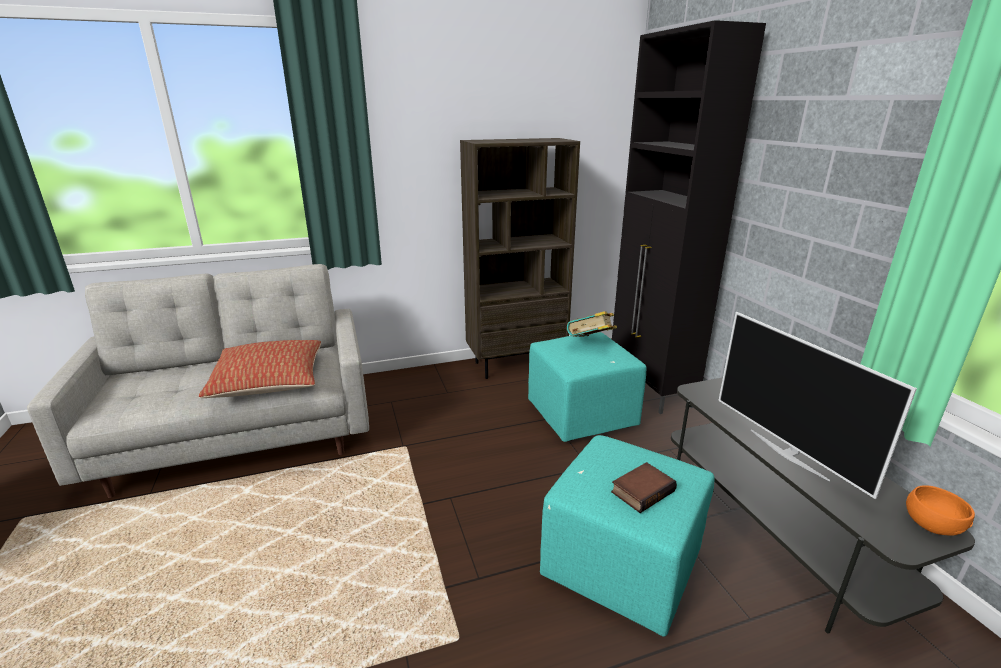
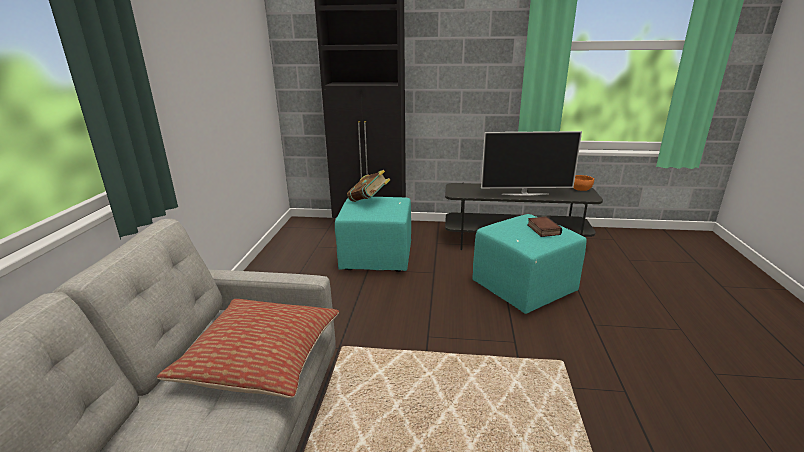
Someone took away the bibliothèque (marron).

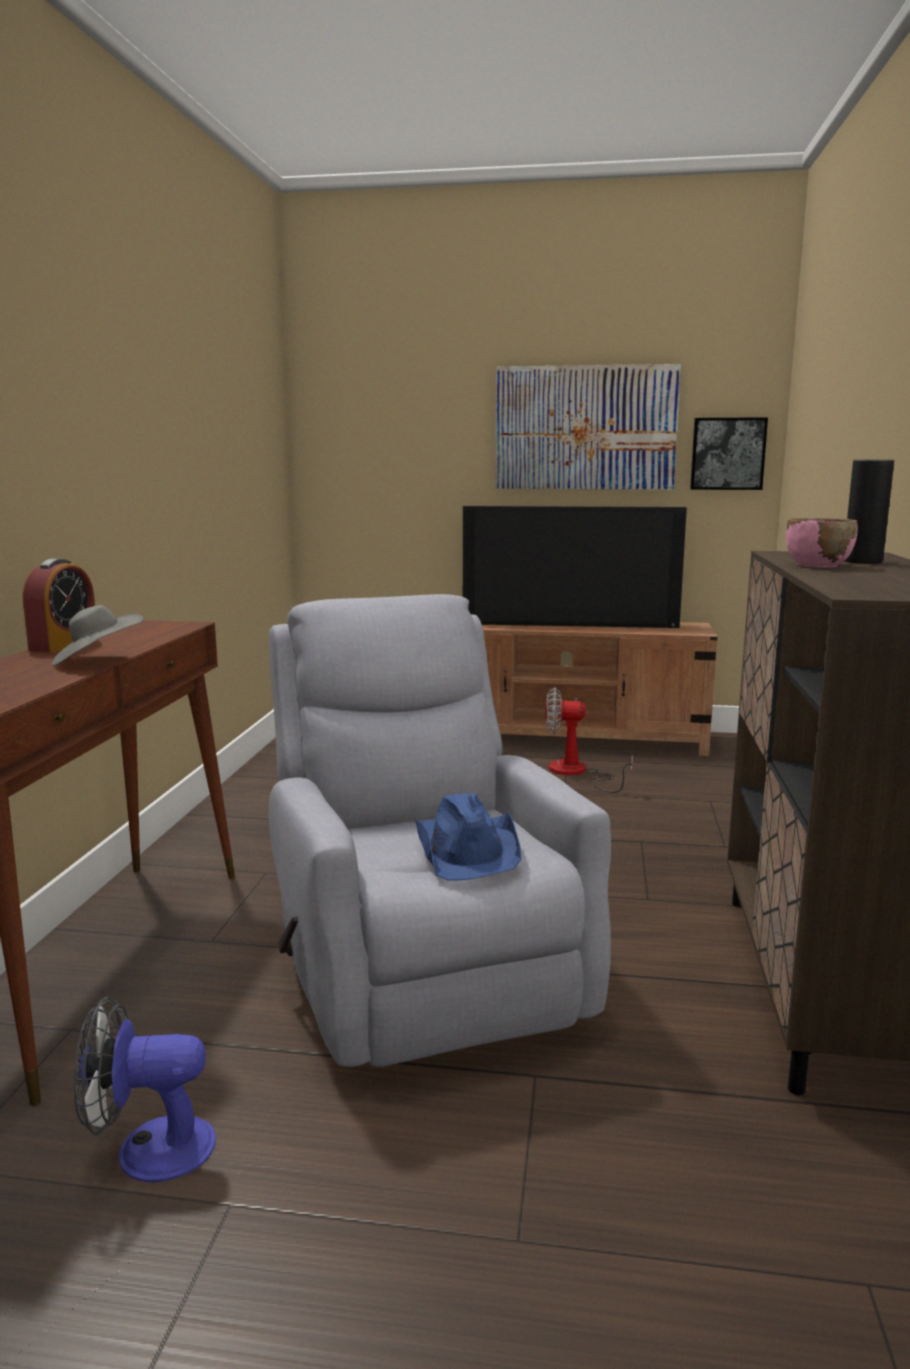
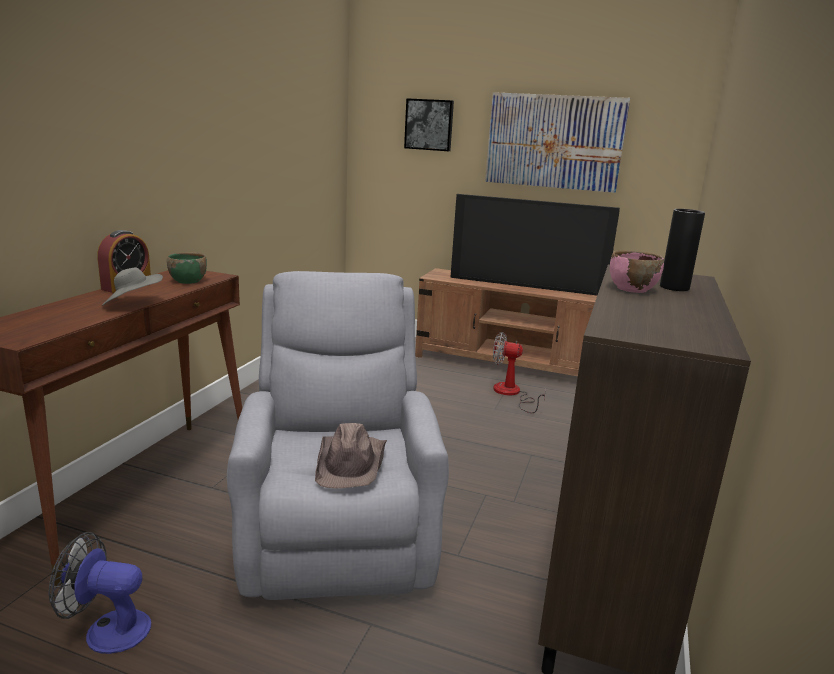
Someone put down the bol (vert). Someone carried the tableau (no. 2 from left in the first image). Someone repainted the chapeau (bleu), which became the chapeau (marron).

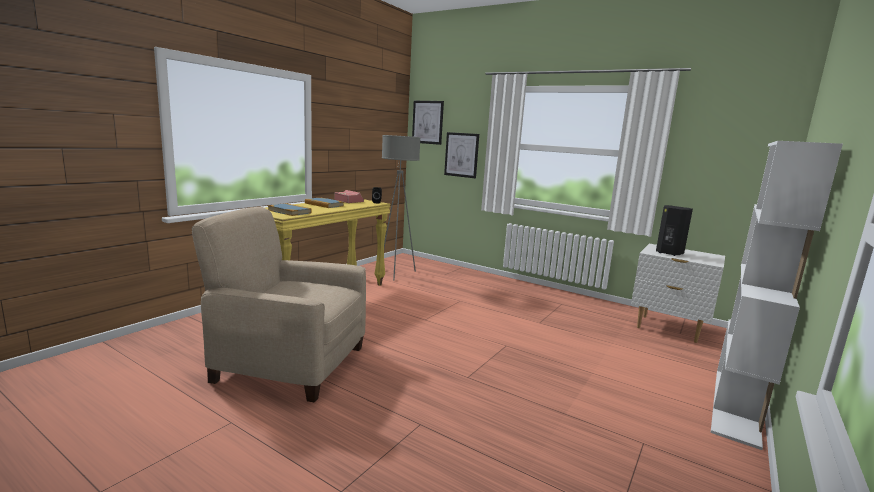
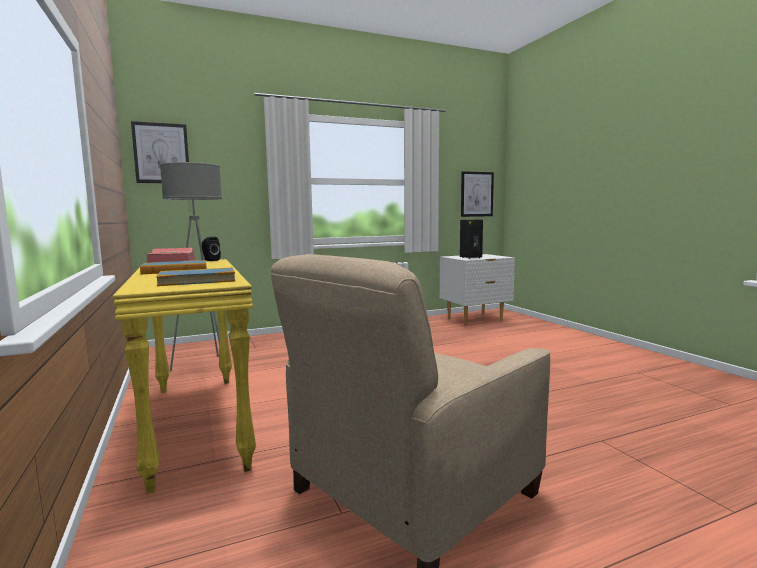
Someone took away the bibliothèque (blanc). Someone carried the tableau (no. 2 from left).

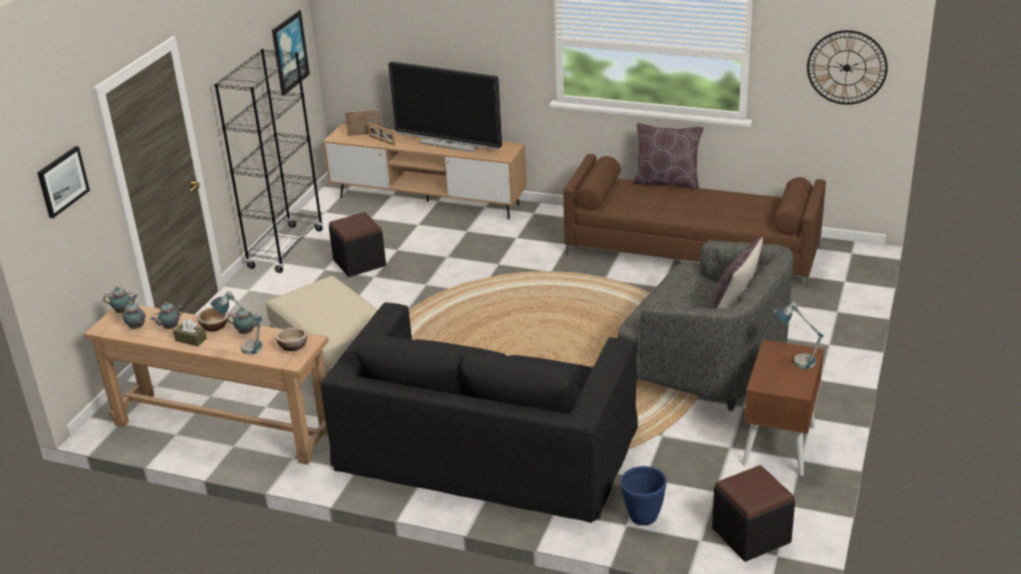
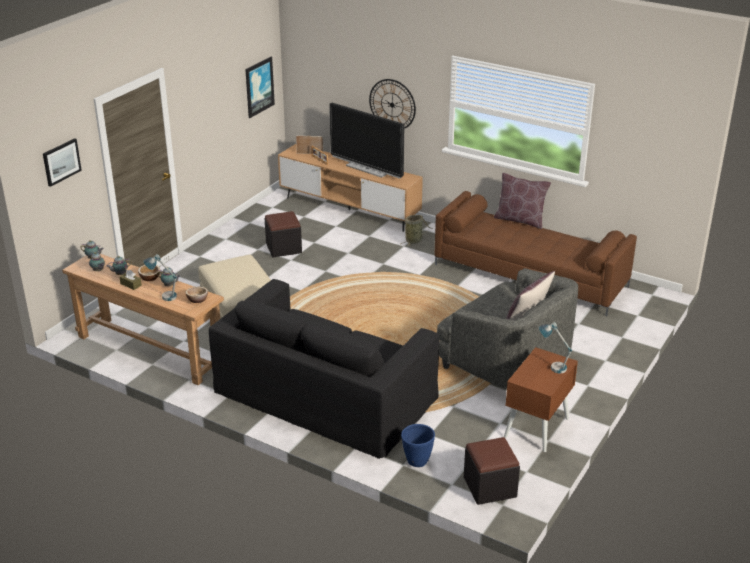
Someone took away the bibliothèque (noir). Someone put down the panier. Someone carried the horloge murale.

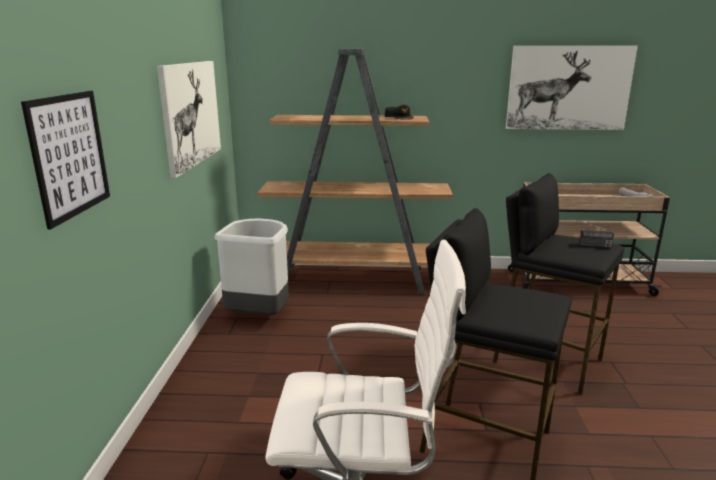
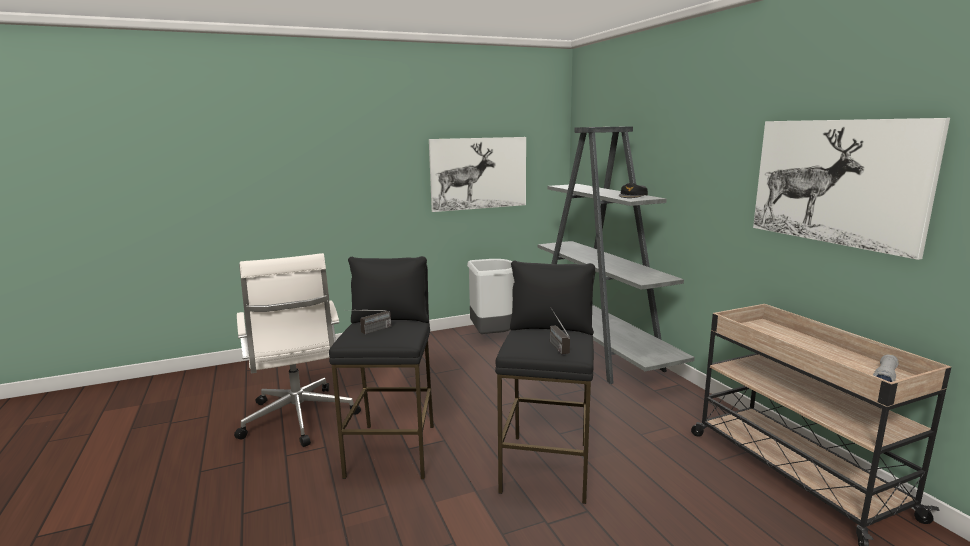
Someone took away the tableau (no. 1 from left). Someone put down the radio (no. 1 from left). Someone repainted the bibliothèque (marron), which became the bibliothèque (gris).

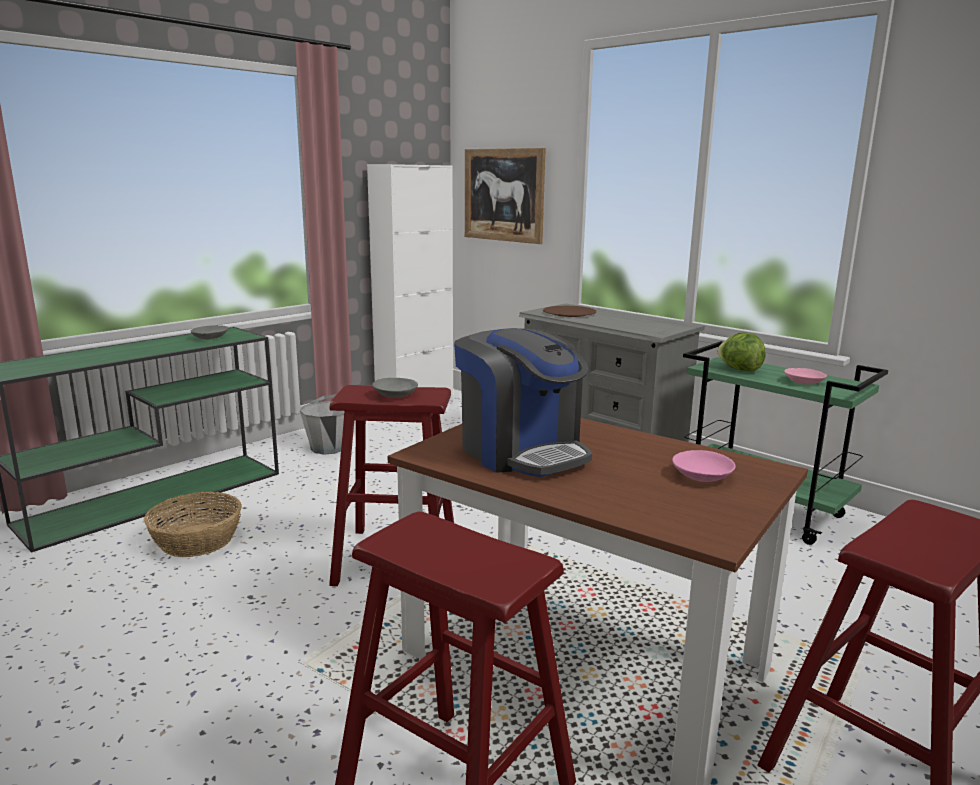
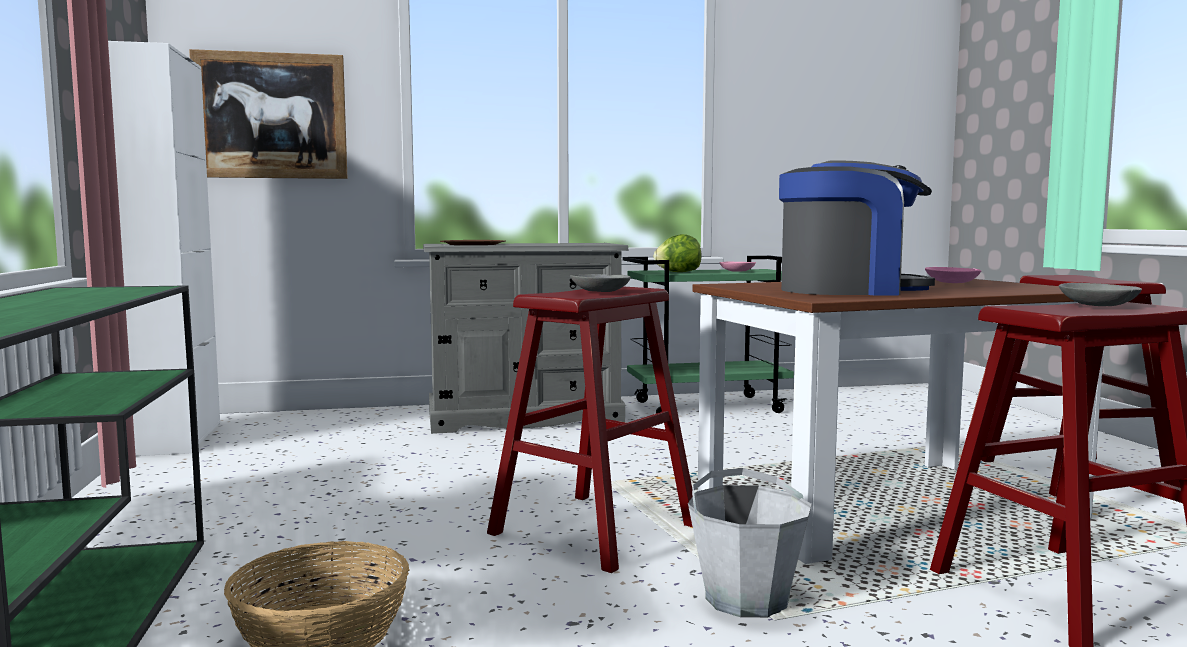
Someone carried the bol (gris) (no. 1 from left in the first image). Someone carried the seau (gris).

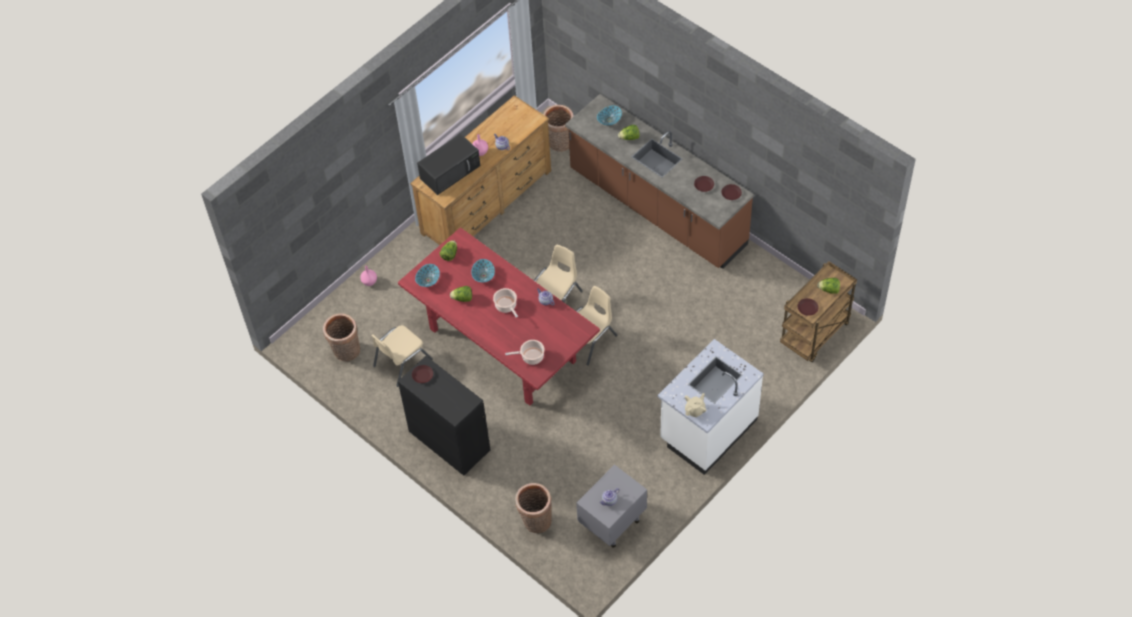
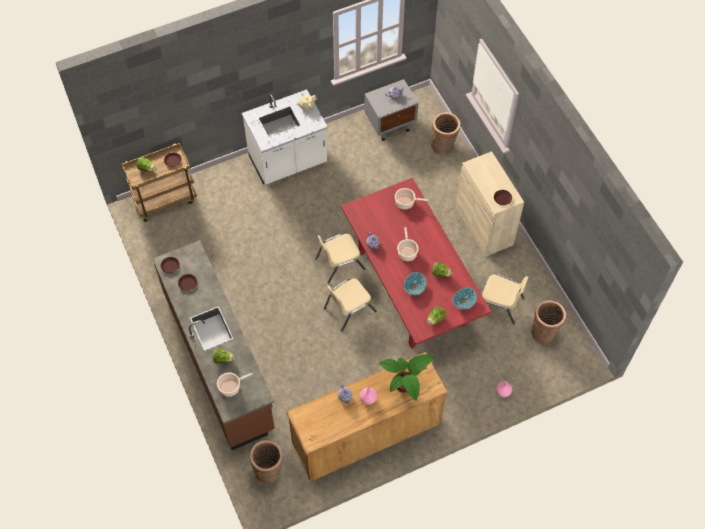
Someone swapped the micro-ondes (noir) for the plante en pot. Someone swapped the bol (no. 3 from left) for the marmite (no. 1 from left). Someone repainted the meuble de rangement (noir), which became the meuble de rangement (beige). Someone rotated the chaise (beige) (no. 1 from left in the first image) by 45 degrees clockwise.

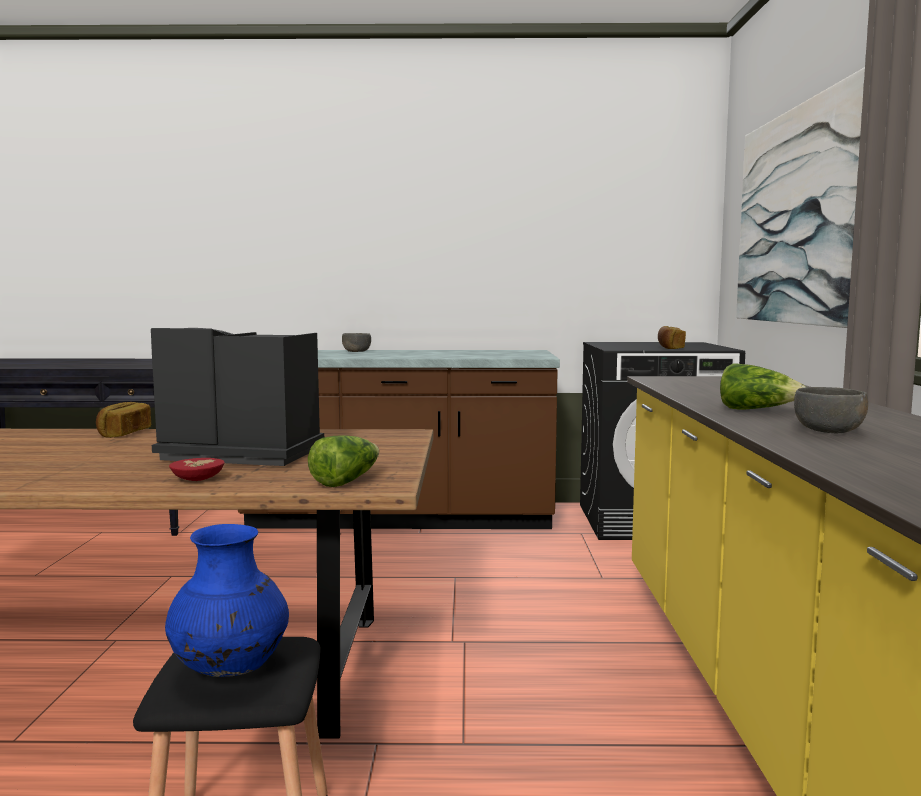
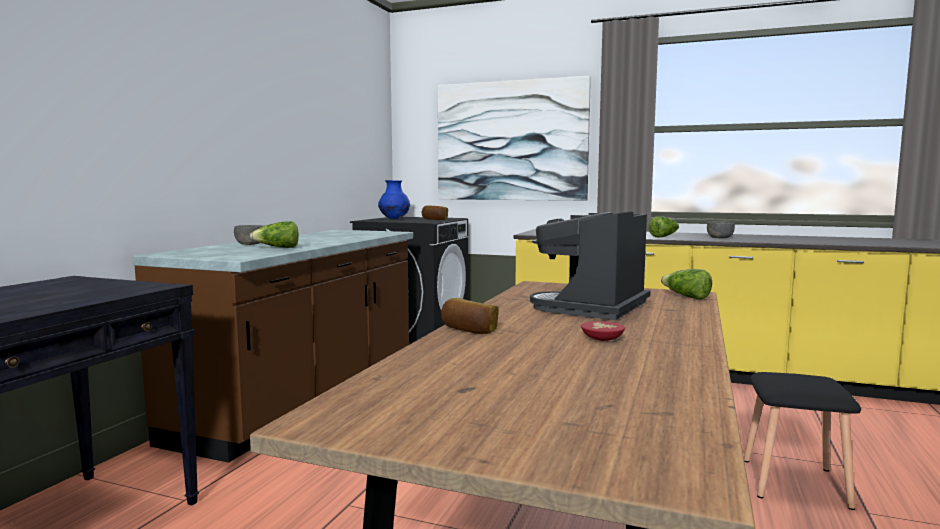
Someone put down the laitue (no. 1 from left). Someone carried the vase (bleu). Someone carried the bol (rouge).

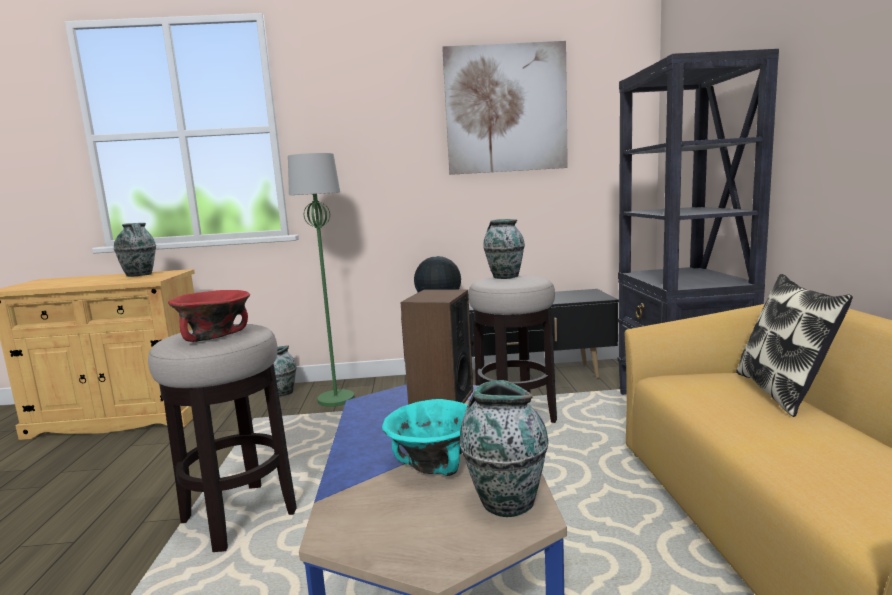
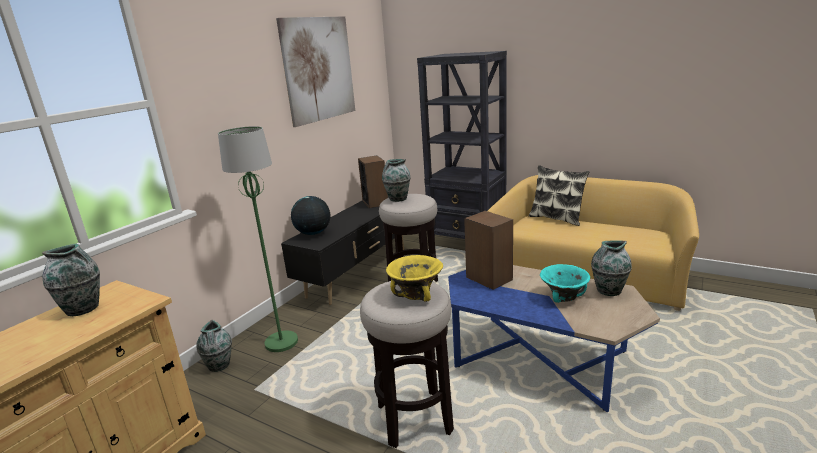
Someone put down the enceinte (no. 1 from left). Someone repainted the bol (rouge), which became the bol (jaune).

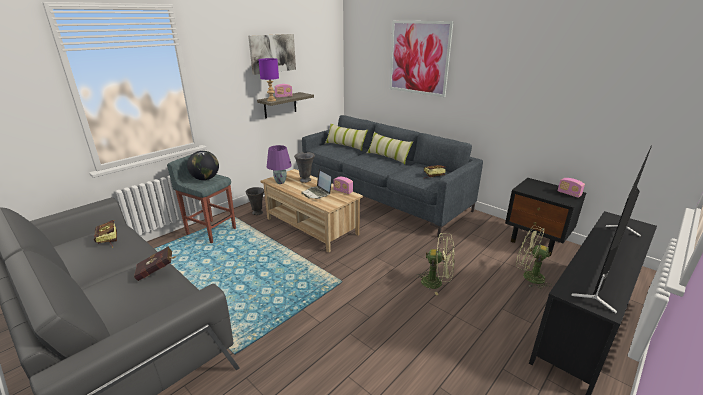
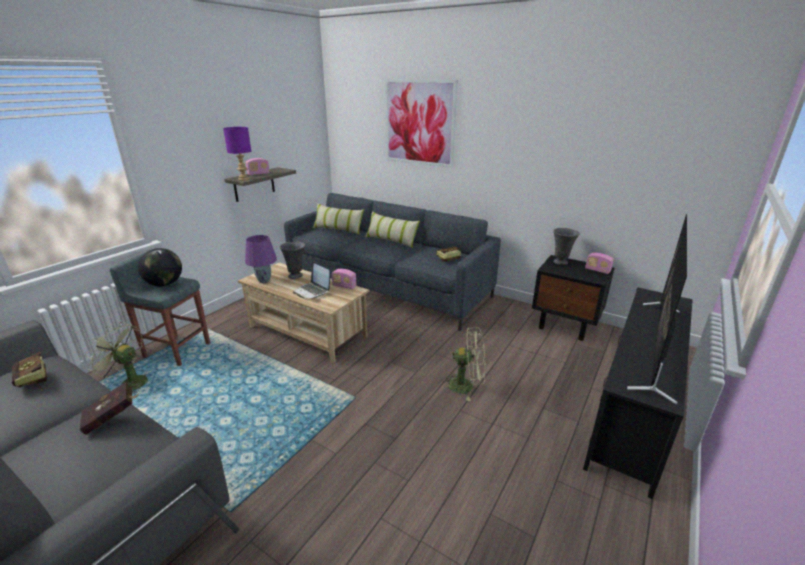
Someone took away the tableau (no. 1 from left). Someone carried the vase (gris) (no. 1 from left in the first image). Someone carried the ventilateur (vert) (no. 2 from left in the first image).

